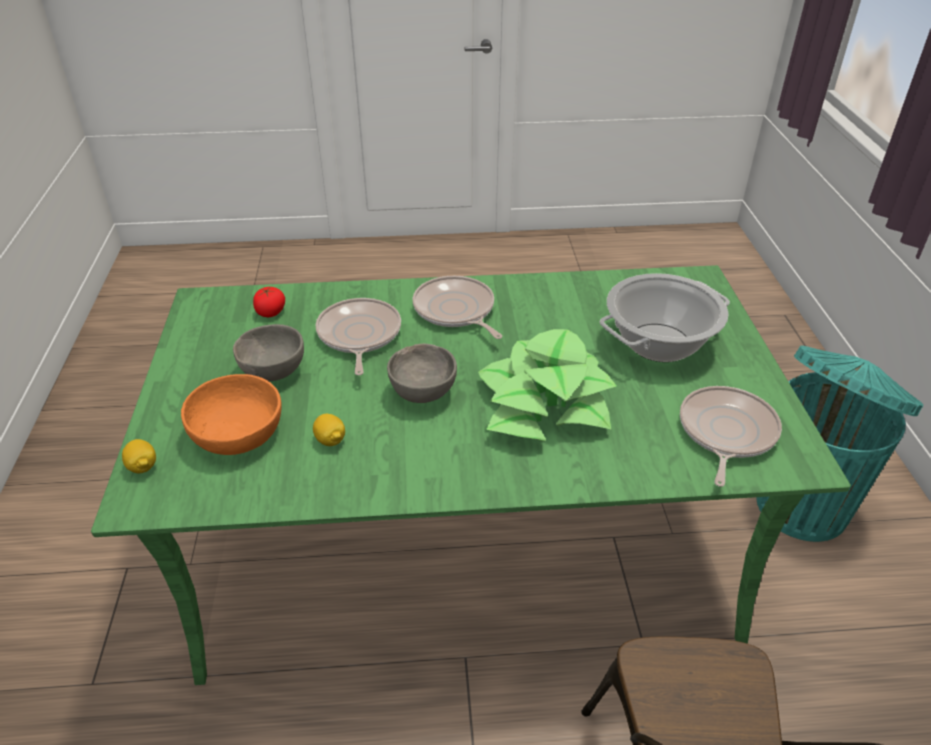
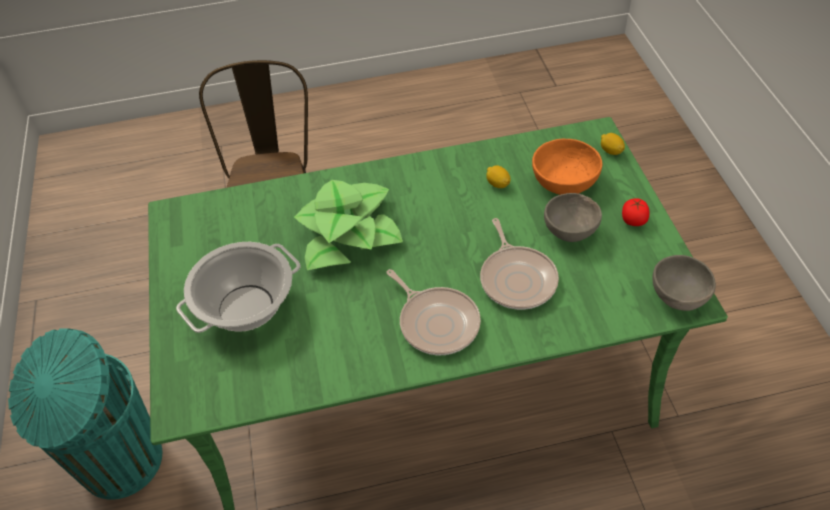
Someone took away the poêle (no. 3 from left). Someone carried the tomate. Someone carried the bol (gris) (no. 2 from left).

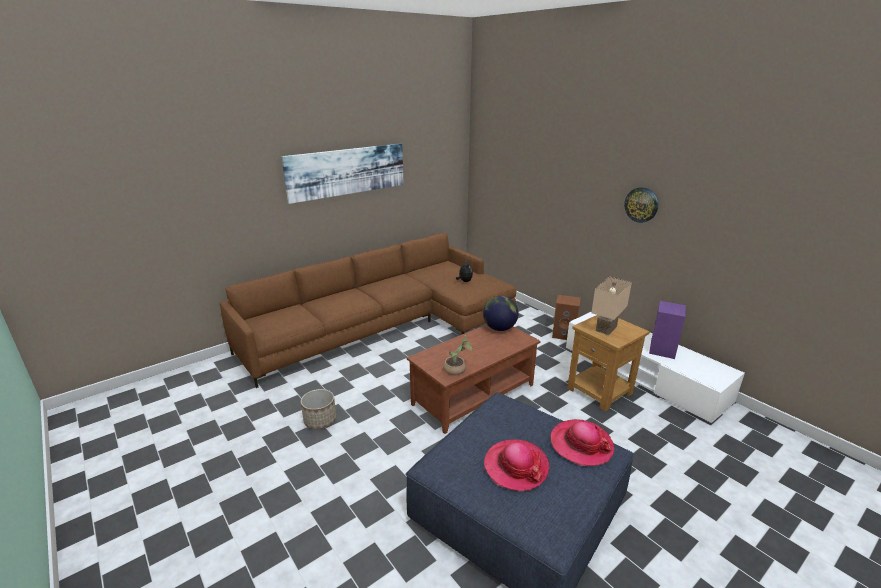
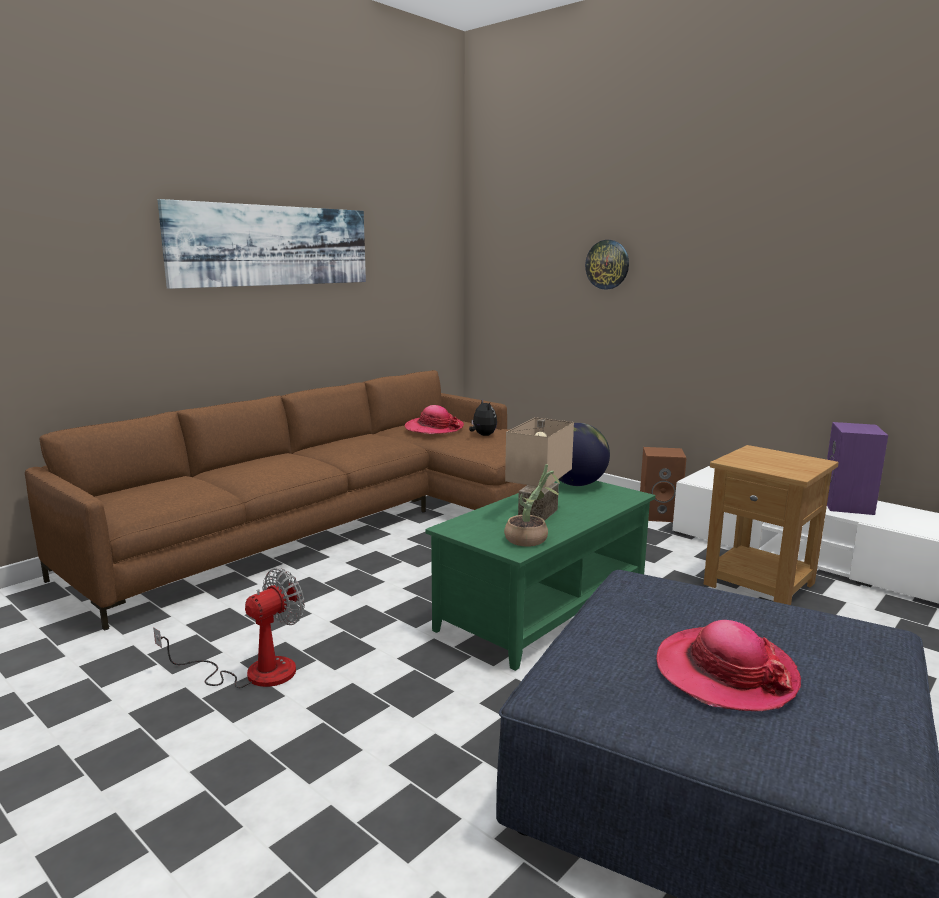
Someone carried the chapeau (no. 2 from left in the first image). Someone carried the lampe de table (beige). Someone carried the horloge murale. Someone swapped the cache-pot for the ventilateur. Someone repainted the table basse (marron), which became the table basse (vert).

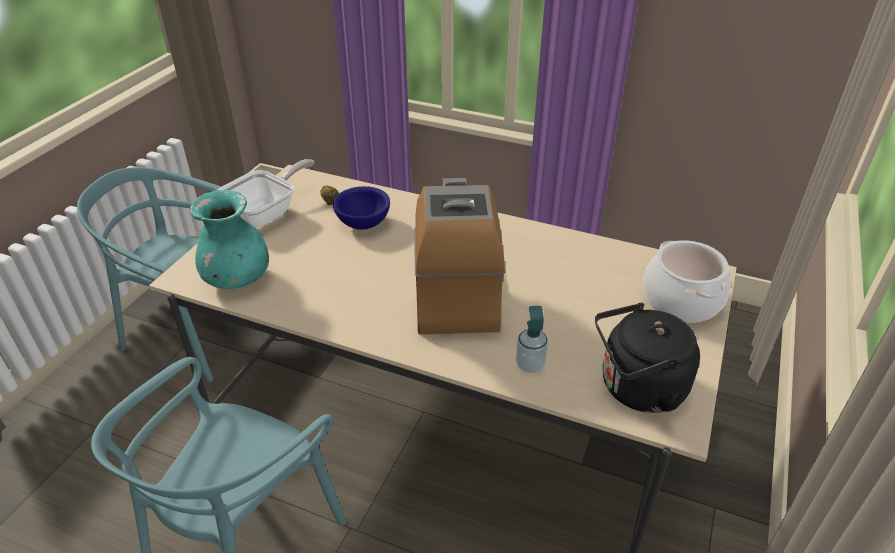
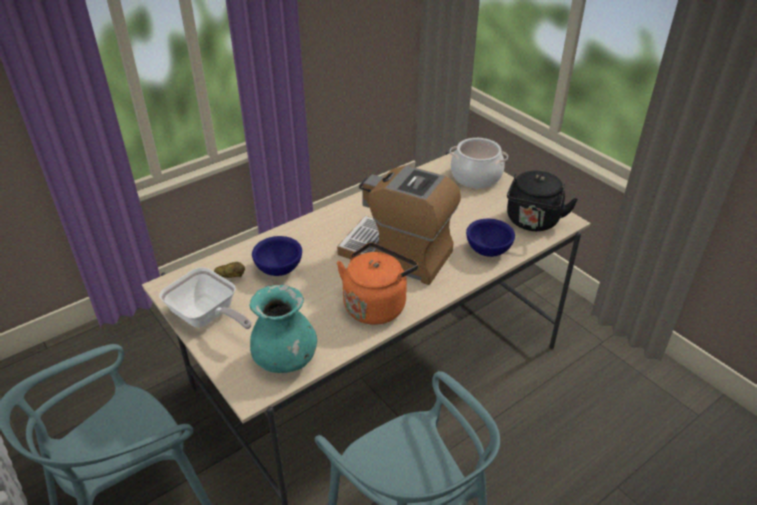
Someone put down the bouilloire (orange). Someone swapped the distributeur de savon for the bol (bleu) (no. 2 from left). Someone rotated the poêle by 150 degrees clockwise.

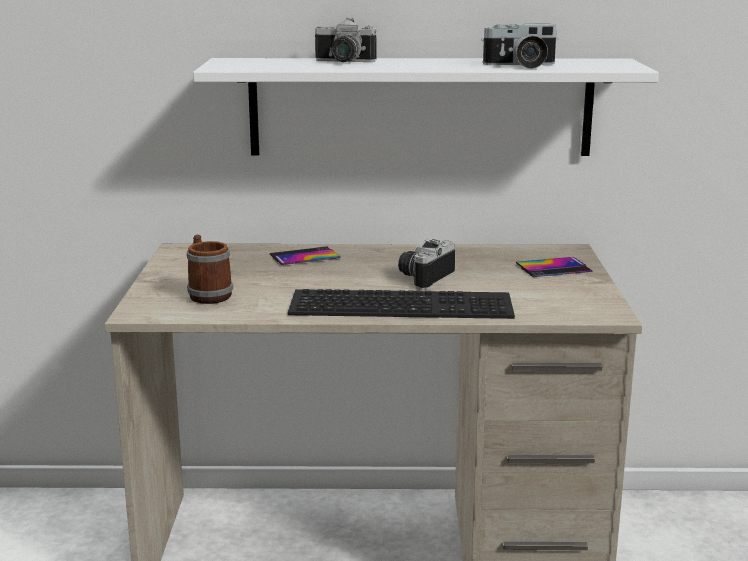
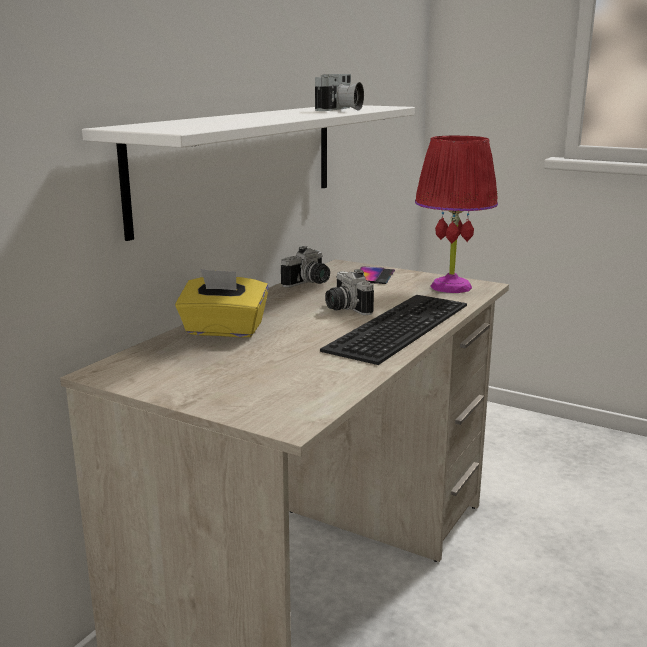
Someone took away the mug. Someone put down the lampe de table (rouge). Someone carried the appareil photo (no. 1 from left). Someone swapped the téléphone (no. 1 from left) for the boîte à mouchoirs (jaune).

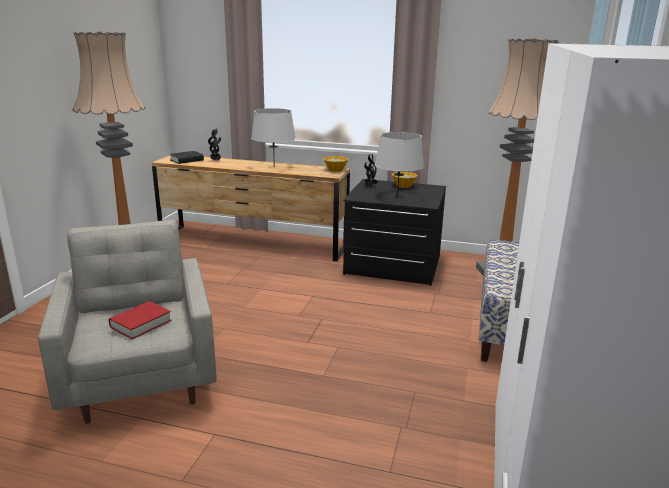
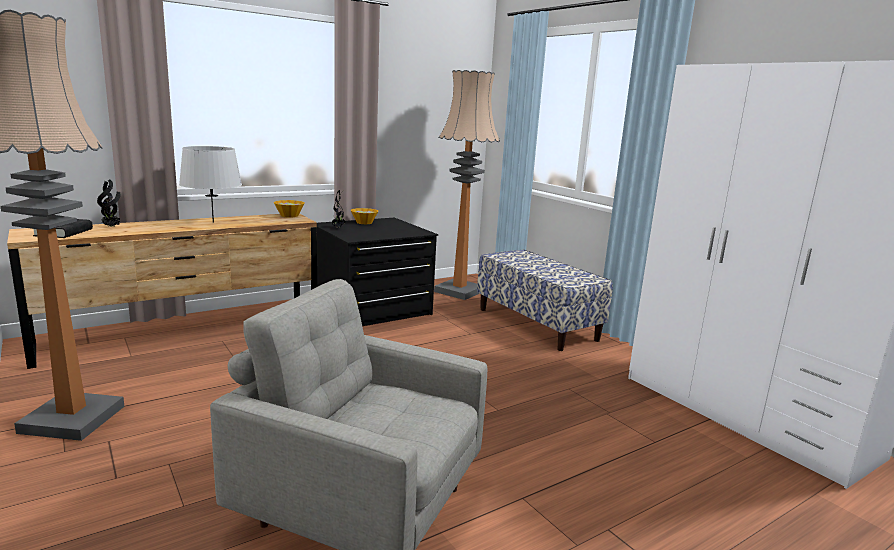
Someone took away the livre (rouge). Someone took away the lampe de table (gris) (no. 2 from left).

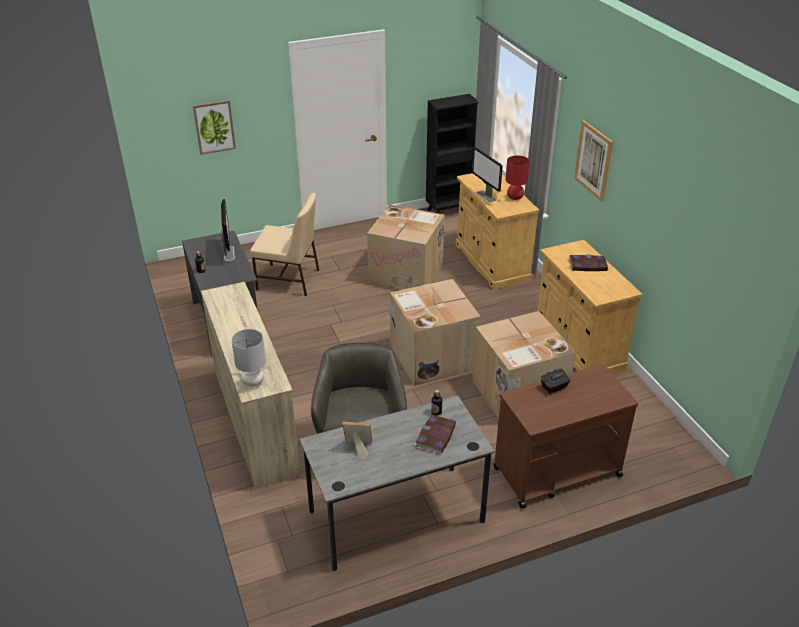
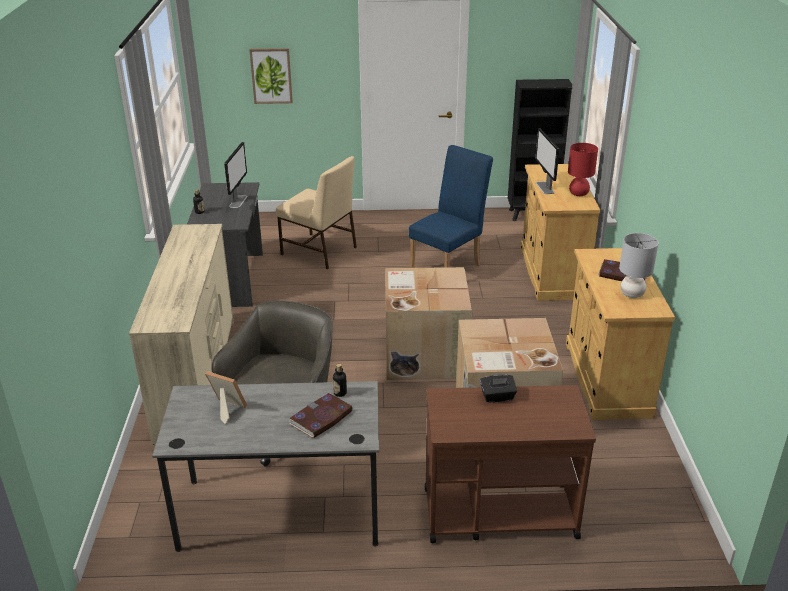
Someone took away the tableau (no. 2 from left). Someone carried the lampe de table (gris). Someone swapped the carton (no. 1 from left) for the chaise (bleu).

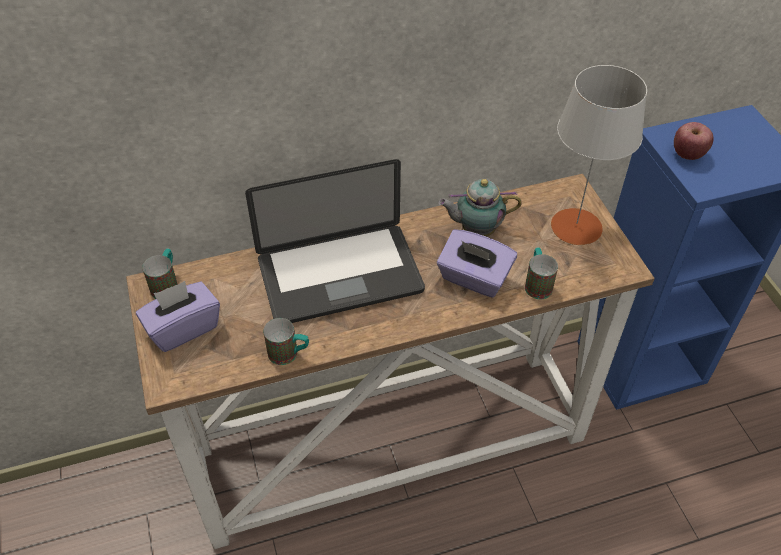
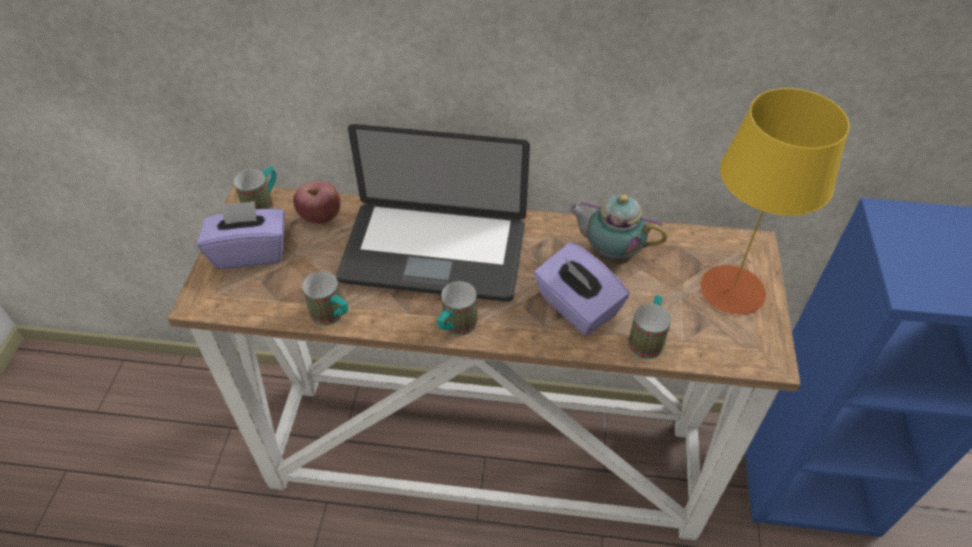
Someone put down the mug (no. 3 from left). Someone carried the pomme. Someone repainted the lampe de table (gris), which became the lampe de table (jaune).

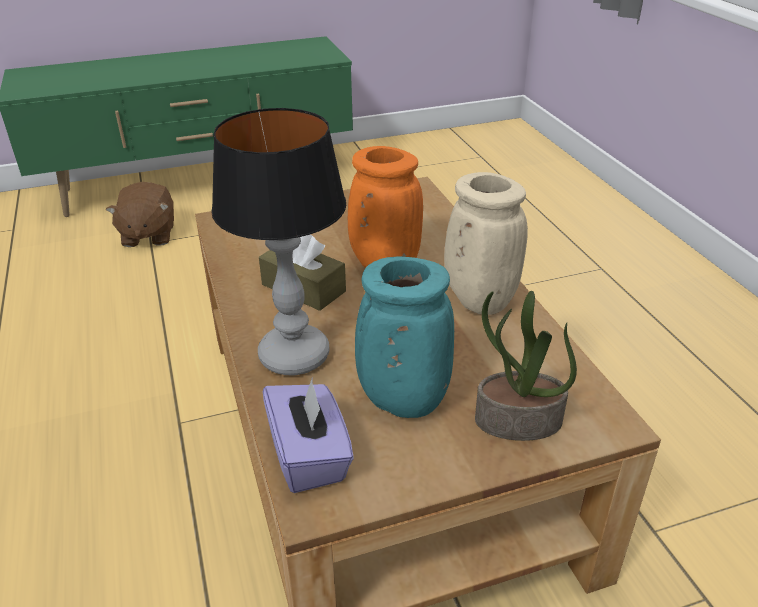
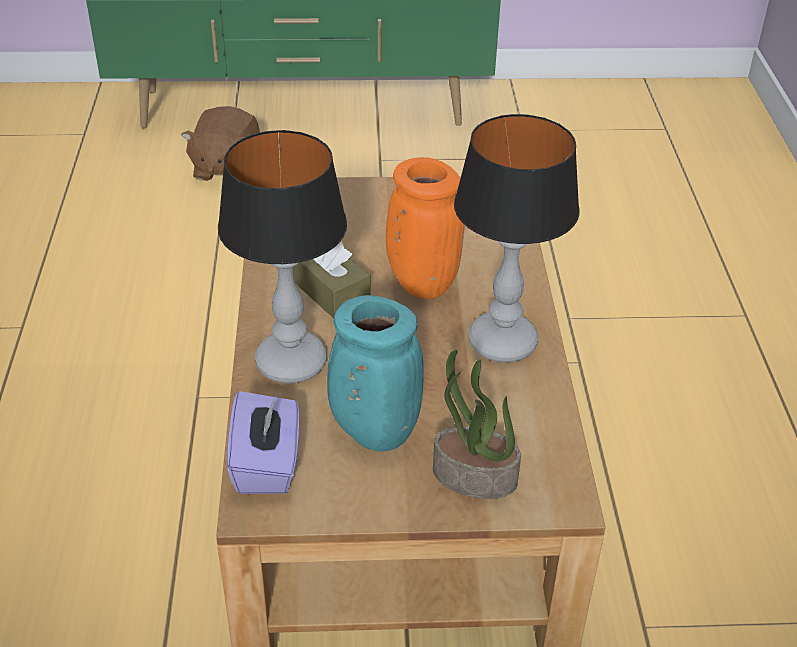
Someone swapped the vase (beige) for the lampe de table (no. 2 from left).

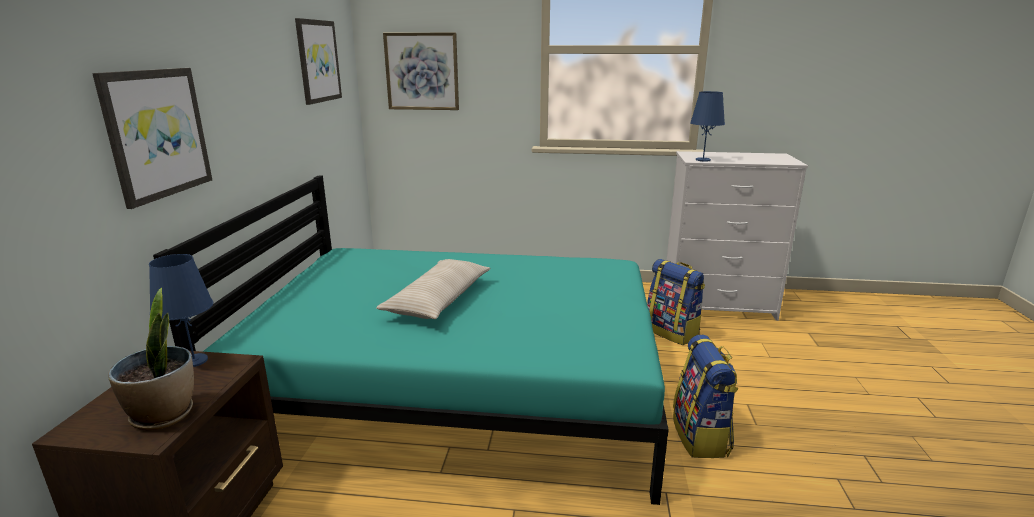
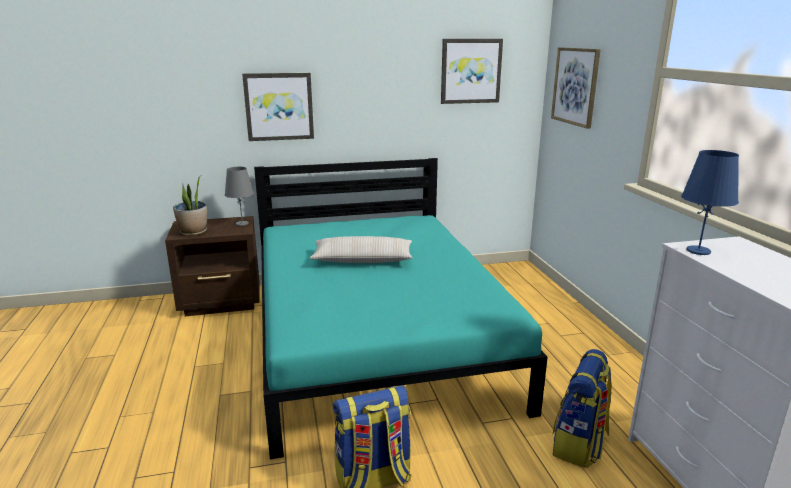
Someone repainted the lampe de table (bleu) (no. 1 from left), which became the lampe de table (gris).

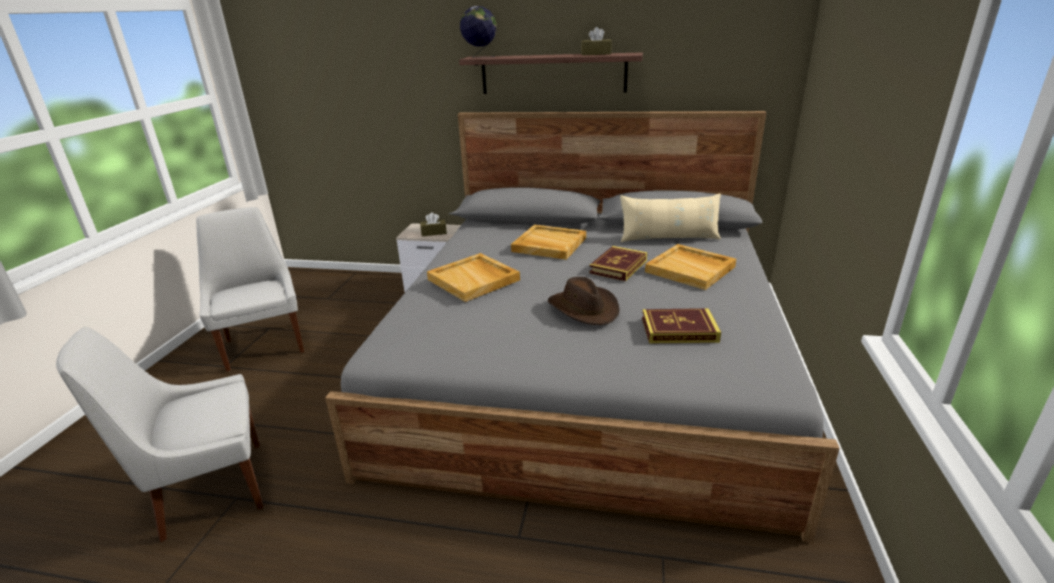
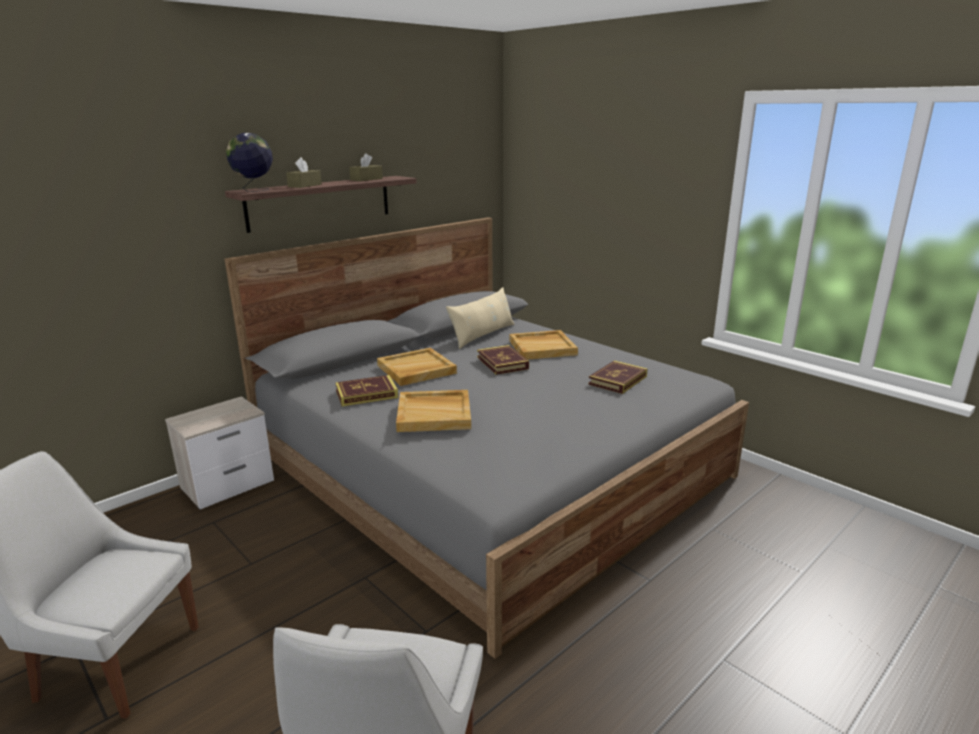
Someone took away the chapeau (marron). Someone put down the livre (no. 1 from left). Someone carried the boîte à mouchoirs (marron) (no. 1 from left).

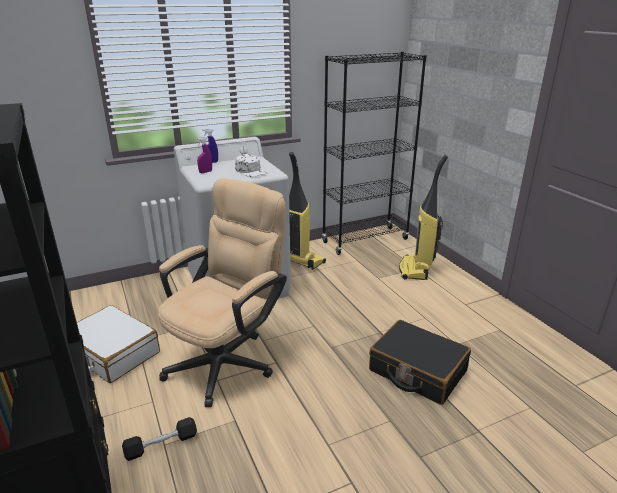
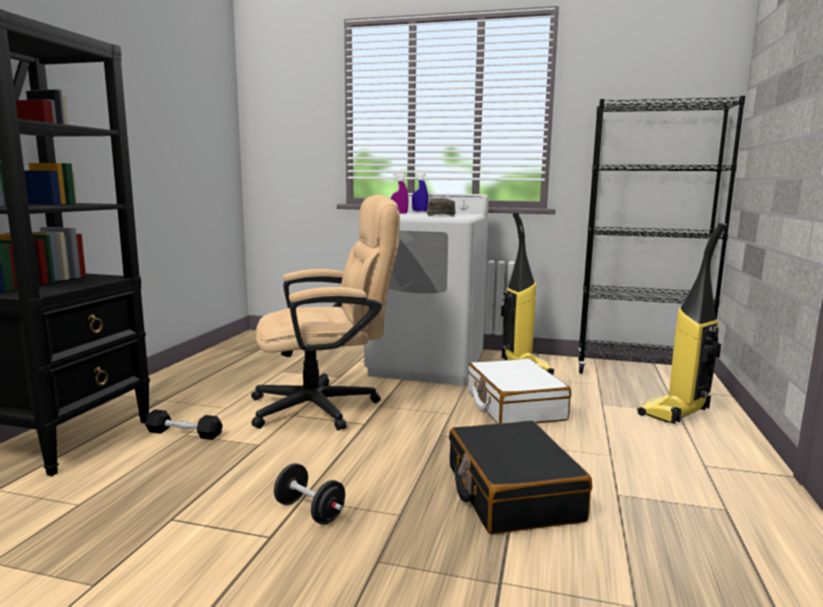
Someone put down the haltère (noir) (no. 2 from left). Someone carried the valise (blanc). Someone repainted the casquette (blanc), which became the casquette (vert).

